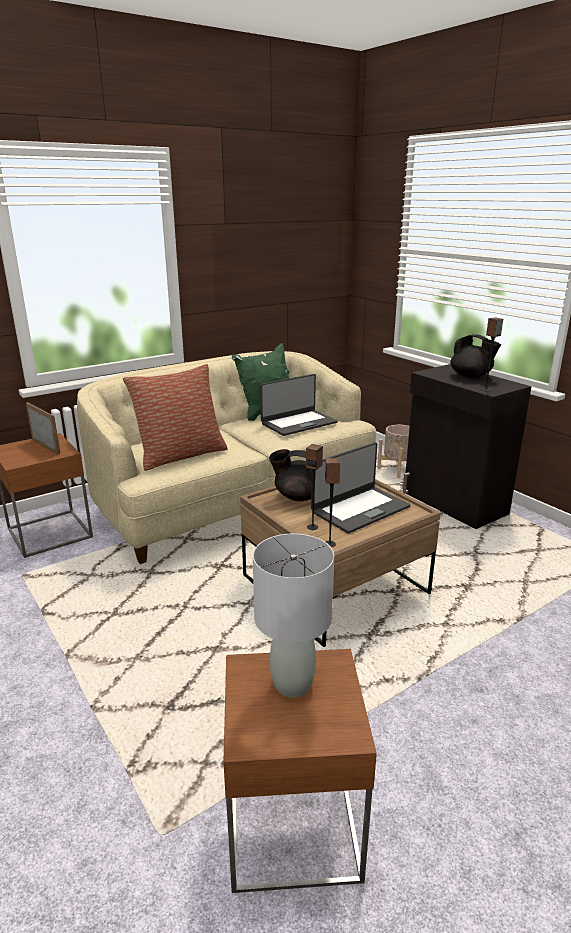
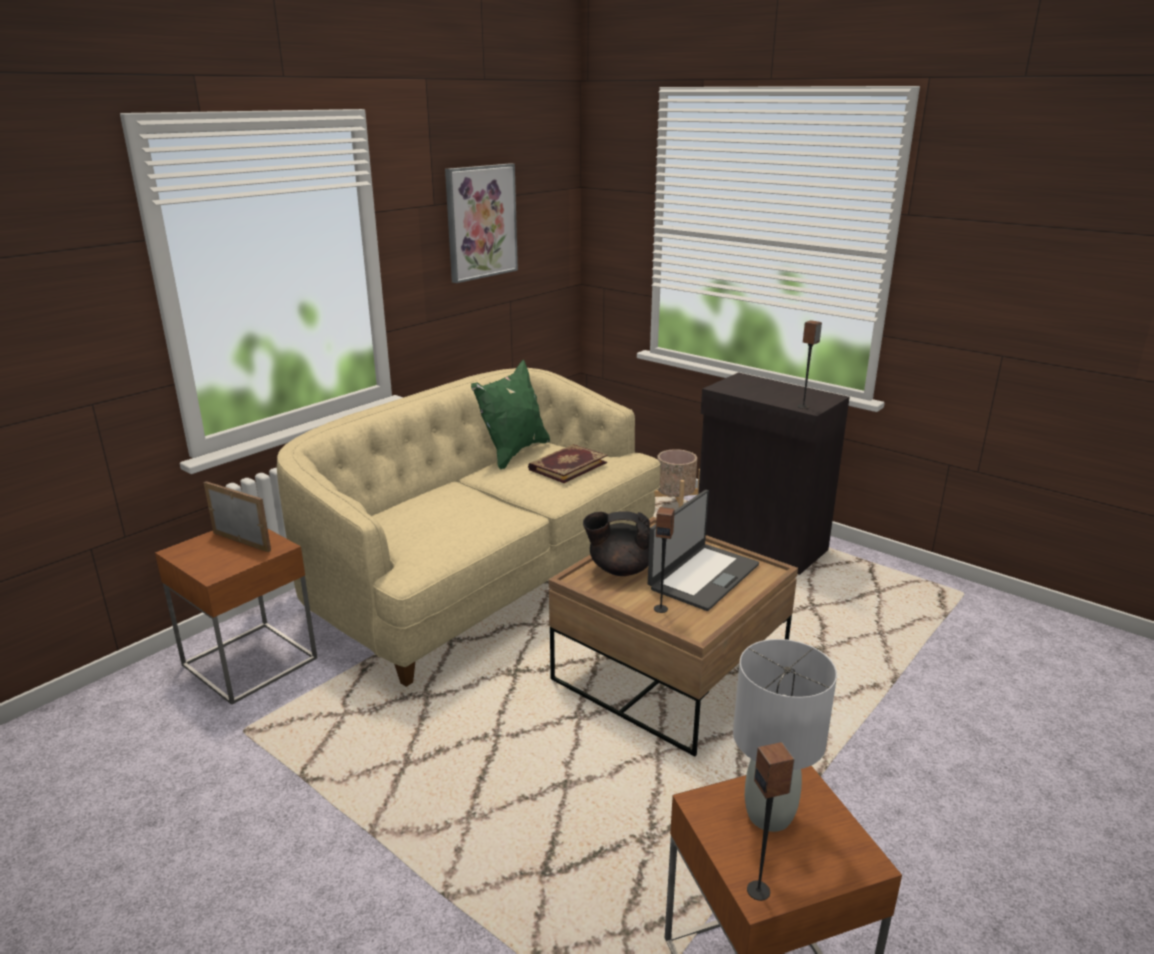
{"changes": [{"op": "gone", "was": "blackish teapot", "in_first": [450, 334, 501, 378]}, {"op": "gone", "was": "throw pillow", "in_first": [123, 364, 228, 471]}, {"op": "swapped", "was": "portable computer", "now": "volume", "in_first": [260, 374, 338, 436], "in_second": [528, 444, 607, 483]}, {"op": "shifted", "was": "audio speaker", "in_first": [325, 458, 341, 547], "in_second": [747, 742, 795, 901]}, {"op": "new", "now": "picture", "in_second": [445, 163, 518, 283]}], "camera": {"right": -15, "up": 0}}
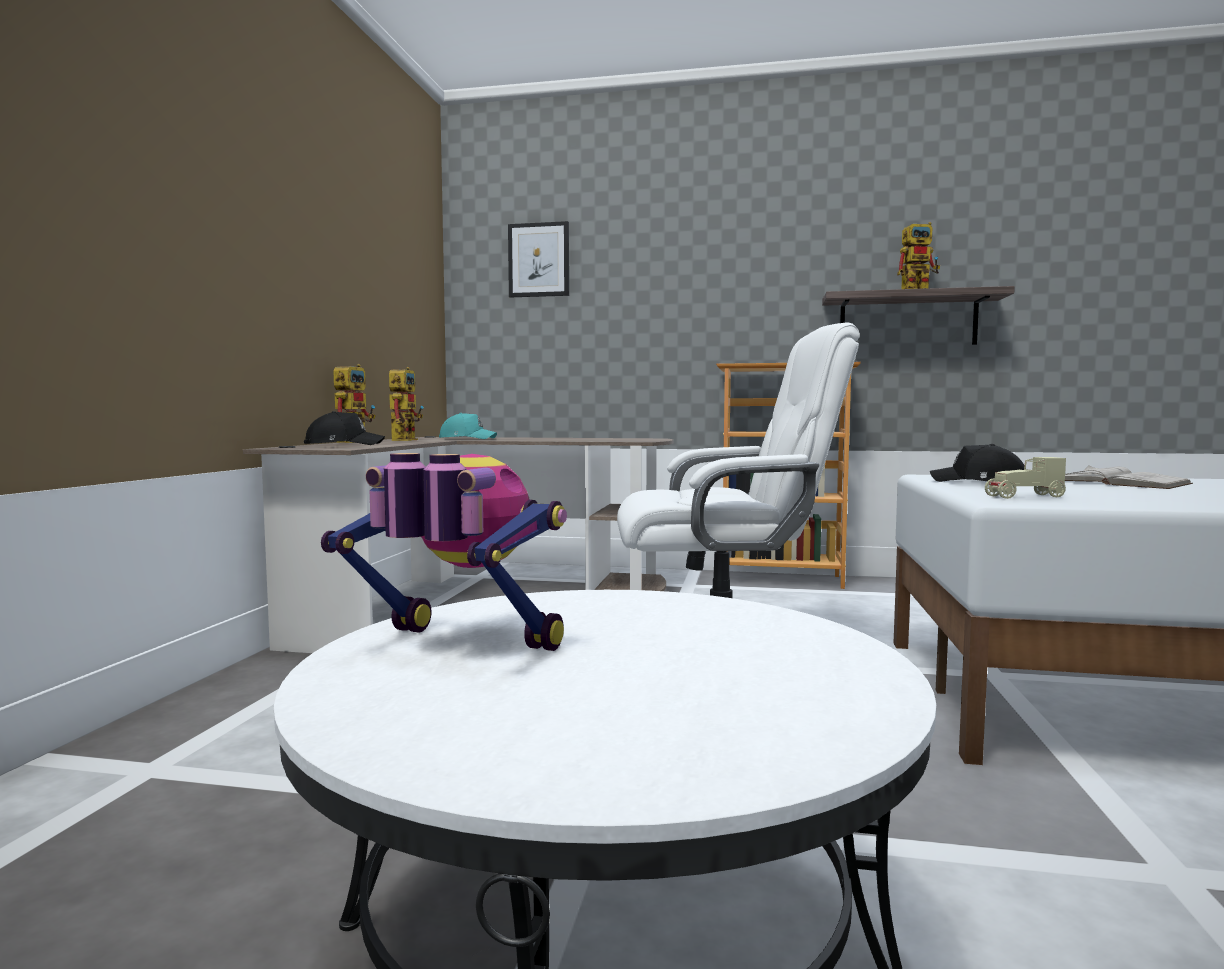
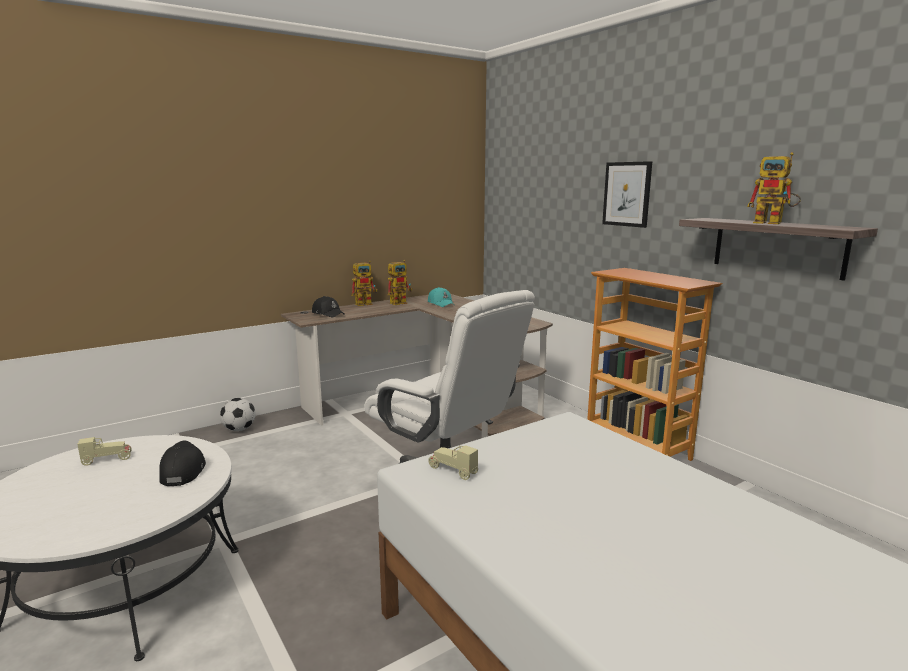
{"changes": [{"op": "shifted", "was": "picture", "in_first": [508, 221, 569, 297], "in_second": [602, 161, 652, 228]}, {"op": "shifted", "was": "blackish peaked cap", "in_first": [930, 444, 1025, 482], "in_second": [159, 440, 206, 486]}, {"op": "swapped", "was": "robot figure", "now": "sand-coloured model car", "in_first": [321, 453, 567, 651], "in_second": [77, 437, 132, 466]}, {"op": "gone", "was": "white volume", "in_first": [1065, 465, 1193, 489]}, {"op": "new", "now": "football ball", "in_second": [220, 398, 256, 431]}], "camera": {"right": 45, "up": 10}}
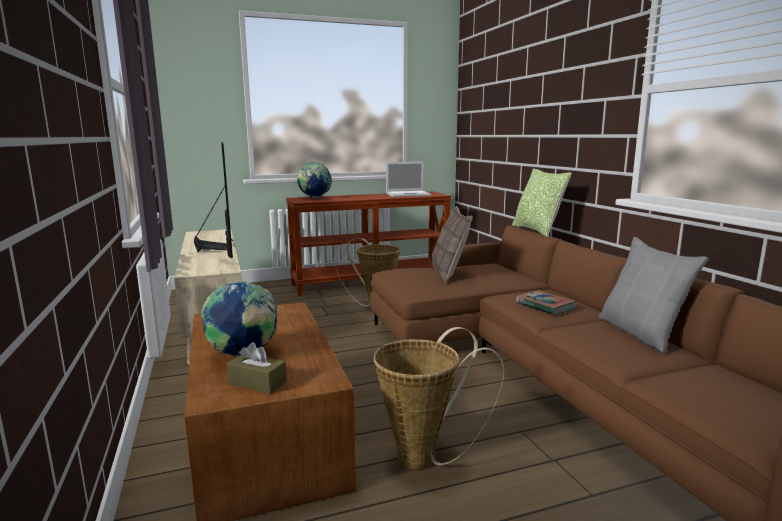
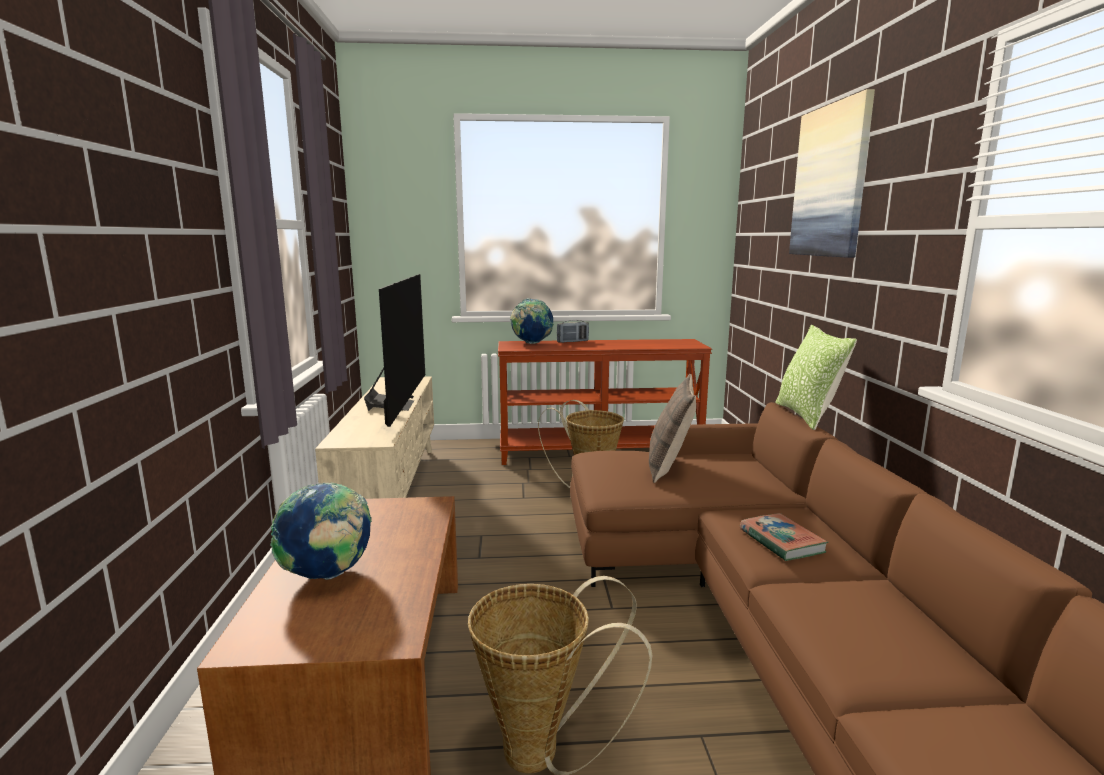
{"changes": [{"op": "gone", "was": "portable computer", "in_first": [386, 161, 432, 197]}, {"op": "gone", "was": "gray throw pillow", "in_first": [598, 237, 709, 354]}, {"op": "gone", "was": "brown-coloured tissue box", "in_first": [227, 342, 287, 394]}, {"op": "new", "now": "picture", "in_second": [789, 89, 875, 258]}, {"op": "new", "now": "radio set", "in_second": [557, 320, 589, 343]}], "camera": {"right": 15, "up": 0}}
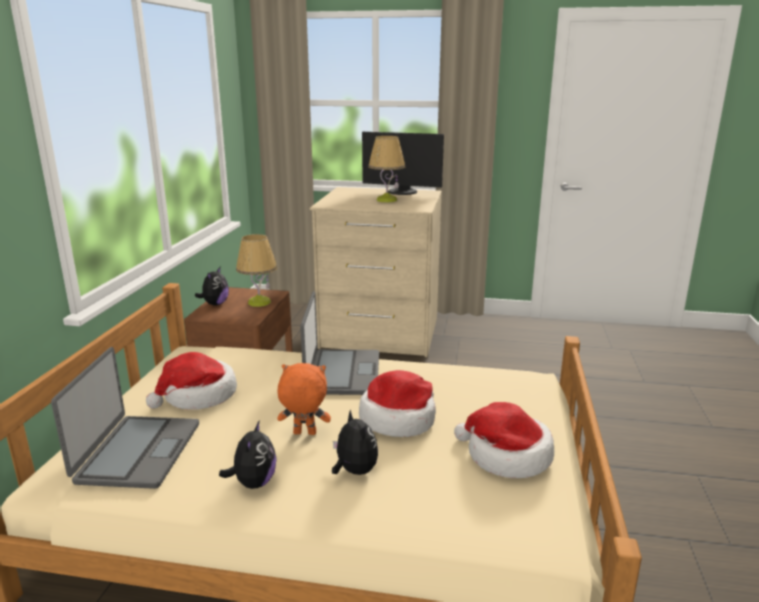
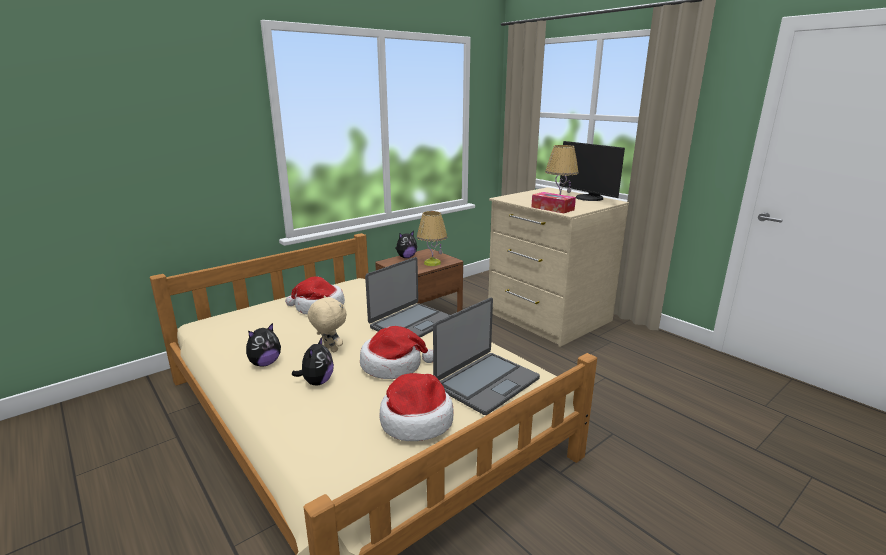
{"changes": [{"op": "shifted", "was": "portable computer", "in_first": [51, 347, 199, 489], "in_second": [433, 297, 540, 415]}, {"op": "repainted", "was": "orange-coloured cuddly toy", "now": "sand-coloured cuddly toy", "in_first": [277, 363, 331, 435], "in_second": [308, 295, 347, 352]}, {"op": "new", "now": "tissue box", "in_second": [531, 192, 576, 213]}], "camera": {"right": 40, "up": 0}}
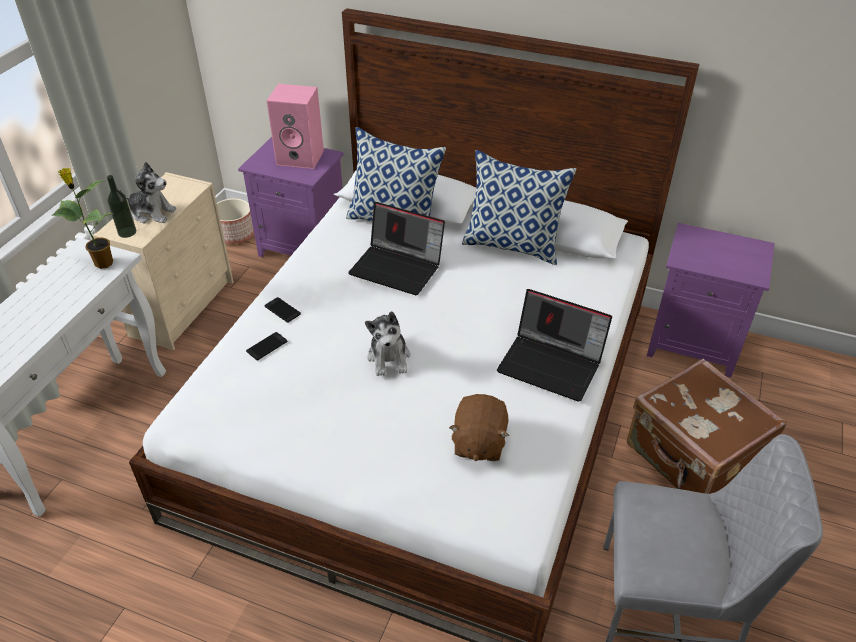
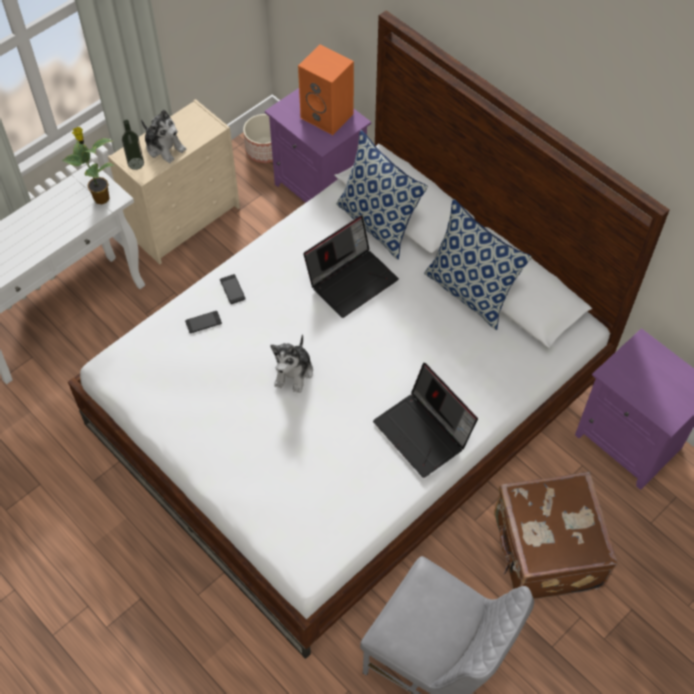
{"changes": [{"op": "repainted", "was": "pink-coloured audio speaker", "now": "orange-coloured audio speaker", "in_first": [267, 84, 324, 169], "in_second": [298, 44, 354, 135]}, {"op": "rotated", "was": "portable computer", "in_first": [348, 202, 445, 295], "in_second": [303, 216, 399, 318], "clockwise": -90}, {"op": "gone", "was": "brown-coloured cuddly toy", "in_first": [449, 394, 509, 461]}], "camera": {"right": 25, "up": 15}}
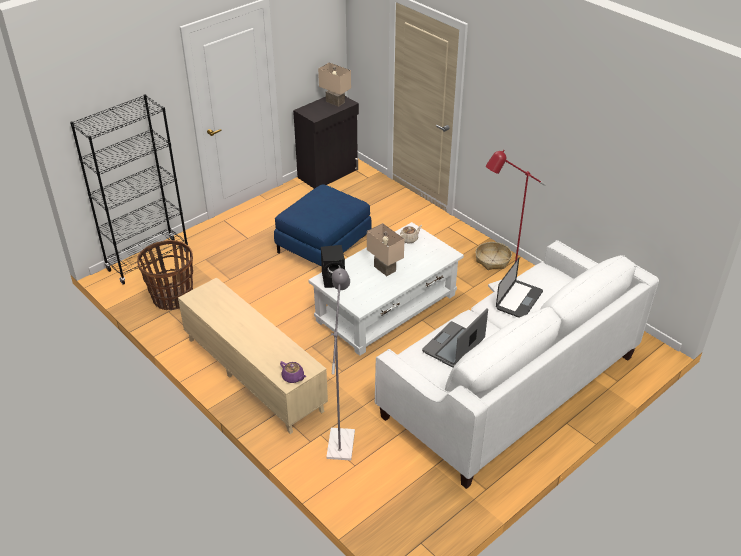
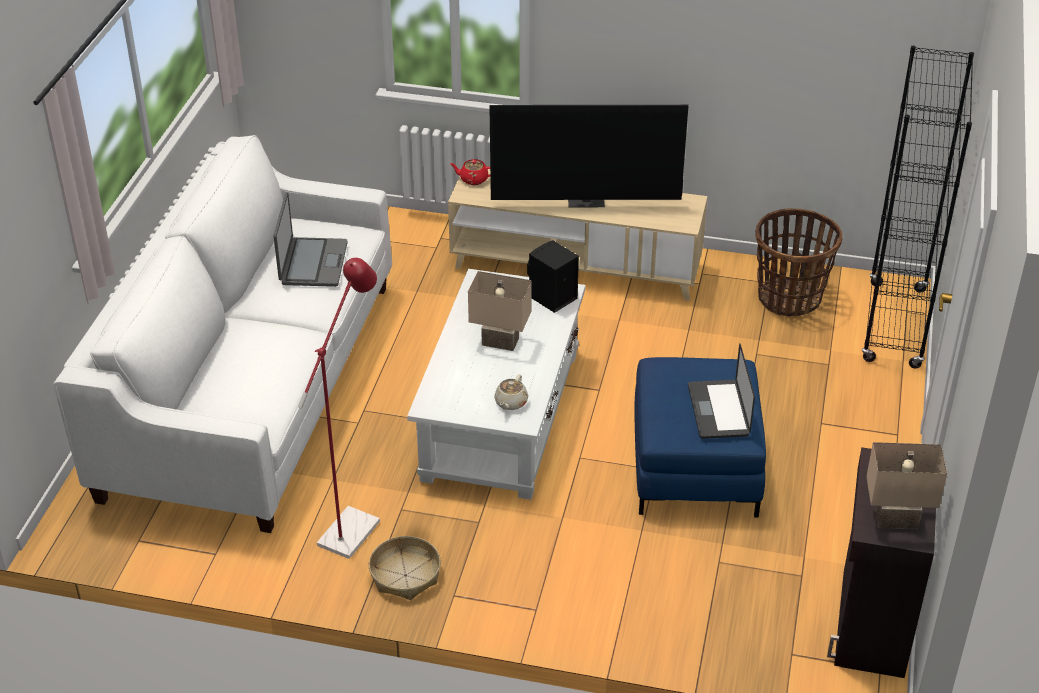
{"changes": [{"op": "shifted", "was": "portable computer", "in_first": [496, 258, 543, 318], "in_second": [688, 343, 755, 439]}, {"op": "gone", "was": "gray standard lamp", "in_first": [326, 268, 355, 460]}, {"op": "repainted", "was": "purplish teapot", "now": "red teapot", "in_first": [280, 361, 306, 383], "in_second": [450, 159, 490, 185]}, {"op": "new", "now": "television", "in_second": [489, 105, 689, 207]}], "camera": {"right": 145, "up": 0}}
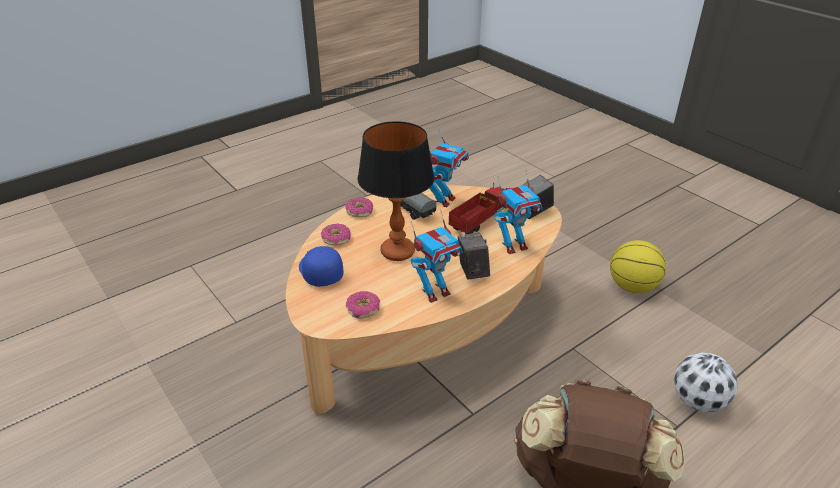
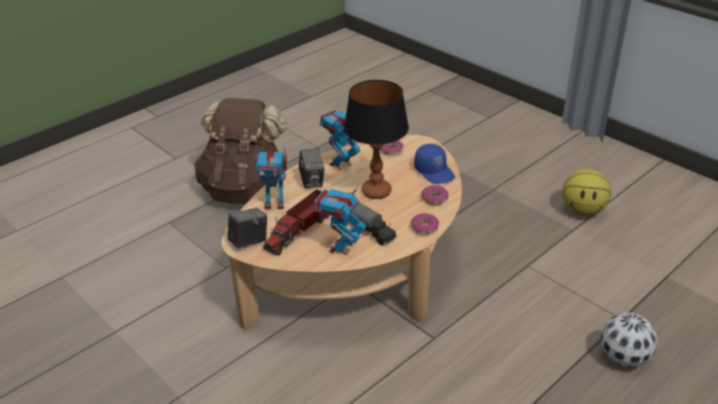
{"changes": [{"op": "rotated", "was": "robot figure", "in_first": [494, 170, 542, 254], "in_second": [255, 138, 287, 209], "clockwise": -150}, {"op": "shifted", "was": "ball for basketball", "in_first": [610, 240, 666, 293], "in_second": [562, 169, 611, 216]}, {"op": "shifted", "was": "football ball", "in_first": [674, 353, 738, 412], "in_second": [601, 313, 658, 367]}], "camera": {"right": 175, "up": 0}}
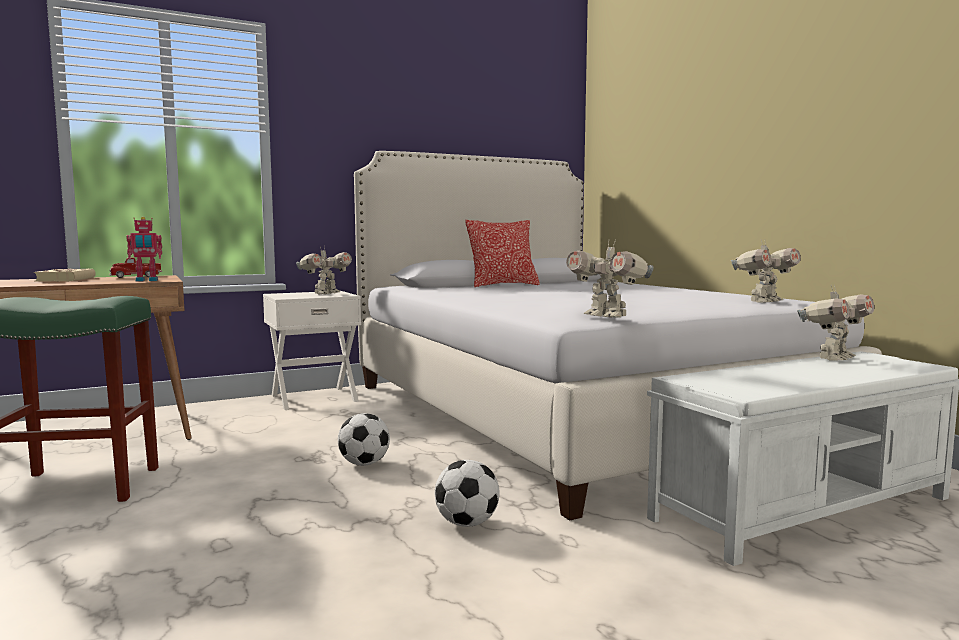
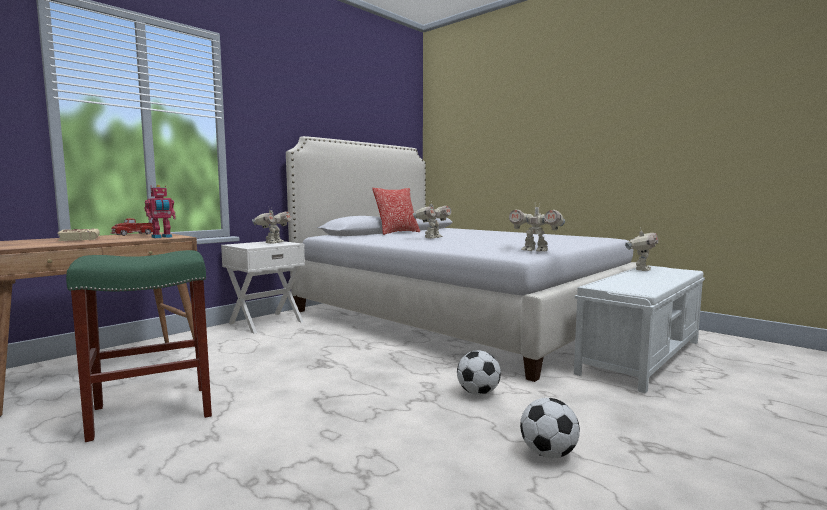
{"changes": [{"op": "shifted", "was": "robot figure", "in_first": [731, 240, 801, 303], "in_second": [413, 201, 451, 239]}, {"op": "shifted", "was": "football ball", "in_first": [338, 413, 390, 466], "in_second": [520, 398, 580, 458]}], "camera": {"right": -20, "up": 0}}
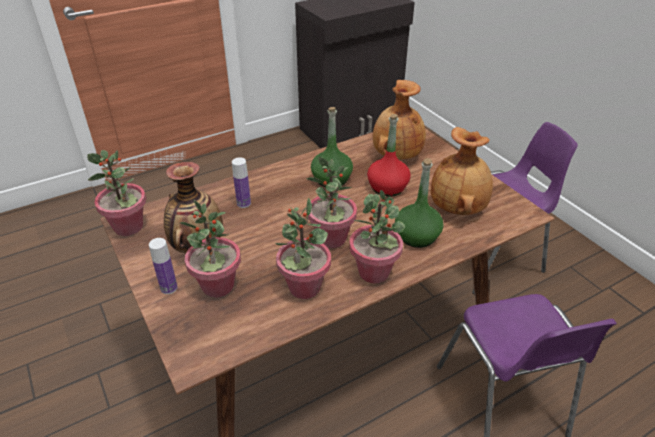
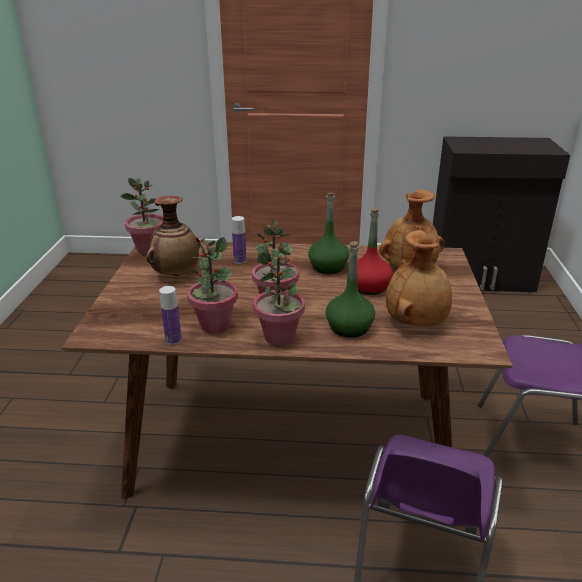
{"changes": [{"op": "gone", "was": "plant in a pot", "in_first": [180, 199, 241, 298]}, {"op": "shifted", "was": "beverage bottle", "in_first": [149, 238, 178, 294], "in_second": [159, 286, 182, 345]}], "camera": {"right": 35, "up": -10}}
